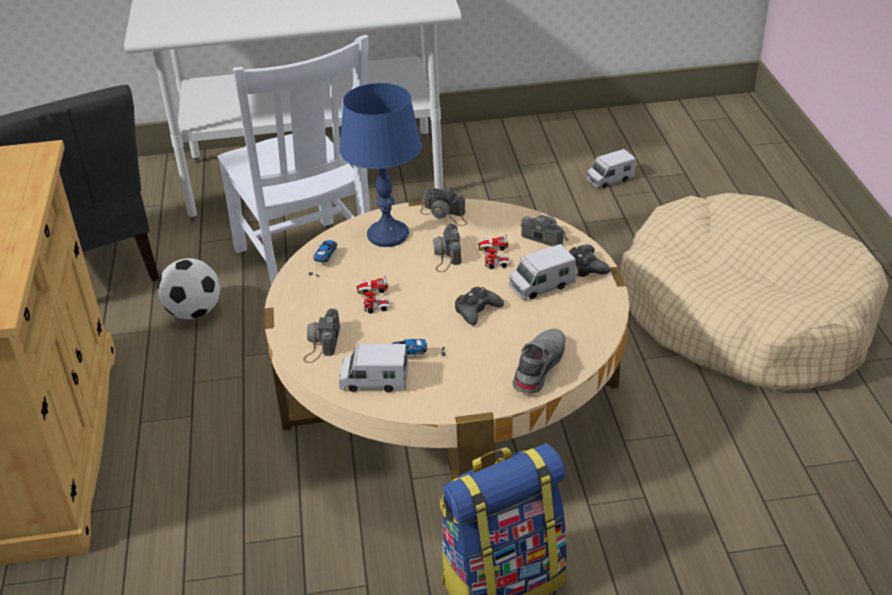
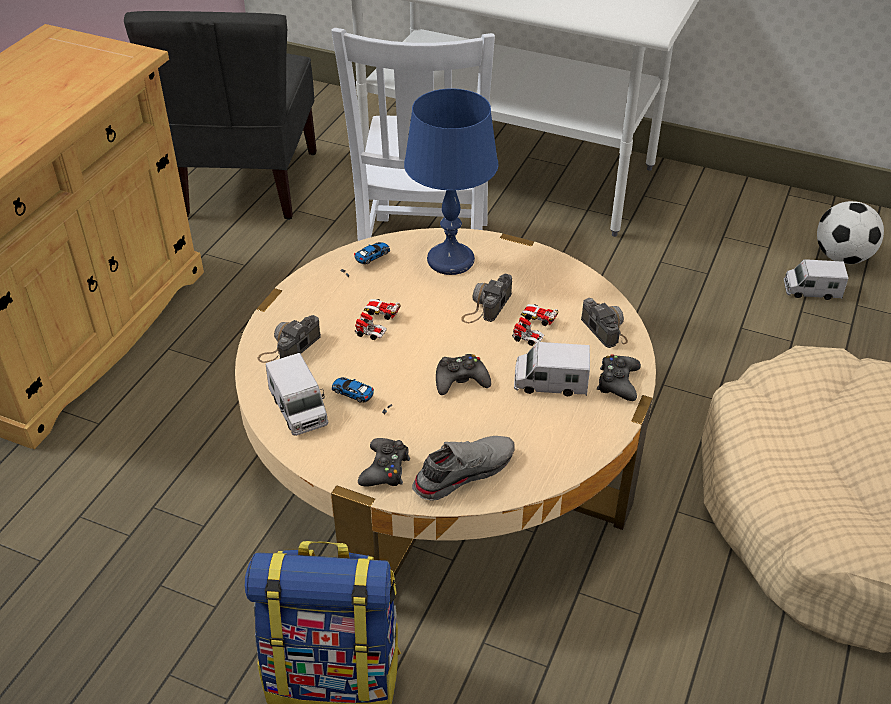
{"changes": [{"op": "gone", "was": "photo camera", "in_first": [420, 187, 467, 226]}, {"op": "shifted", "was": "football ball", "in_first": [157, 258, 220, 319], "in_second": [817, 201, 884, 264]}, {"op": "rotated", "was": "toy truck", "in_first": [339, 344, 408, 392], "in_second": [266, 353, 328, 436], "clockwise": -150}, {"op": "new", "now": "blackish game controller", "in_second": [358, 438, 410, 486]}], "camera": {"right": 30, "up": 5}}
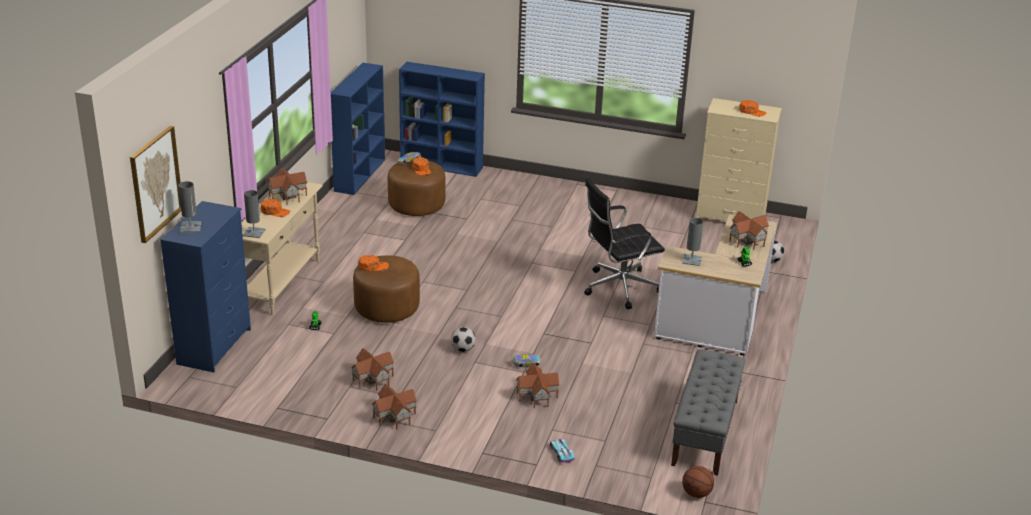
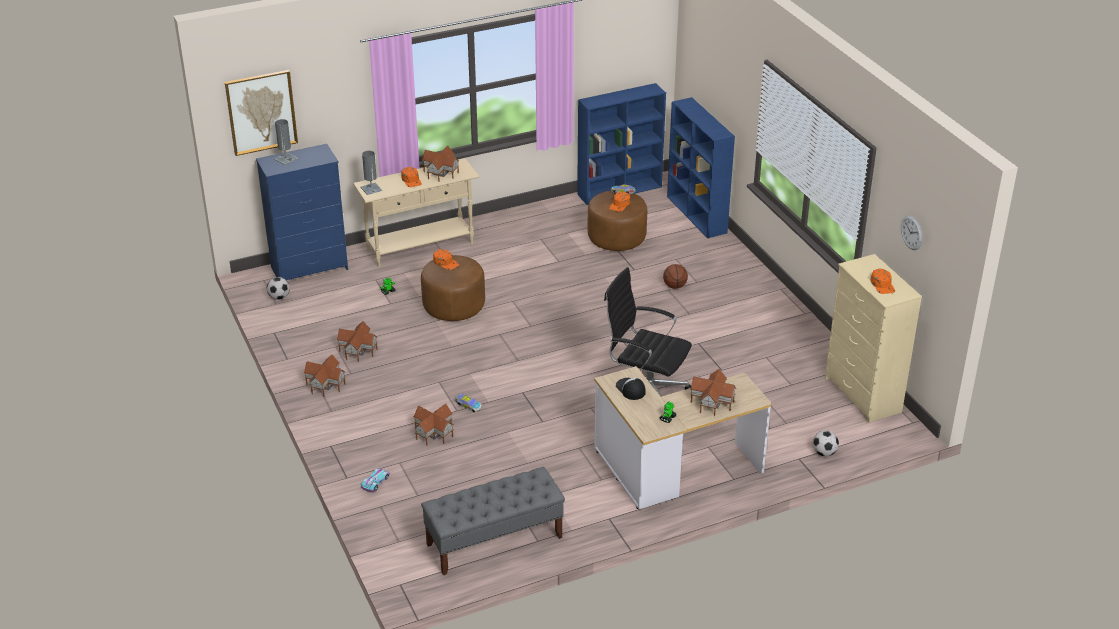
{"changes": [{"op": "swapped", "was": "gray table lamp", "now": "peaked cap", "in_first": [682, 218, 703, 266], "in_second": [616, 378, 646, 400]}, {"op": "shifted", "was": "football ball", "in_first": [451, 327, 476, 352], "in_second": [267, 277, 290, 300]}, {"op": "shifted", "was": "ball for basketball", "in_first": [682, 466, 714, 498], "in_second": [663, 264, 688, 289]}, {"op": "new", "now": "clock on the wall", "in_second": [901, 215, 923, 250]}], "camera": {"right": 50, "up": 5}}
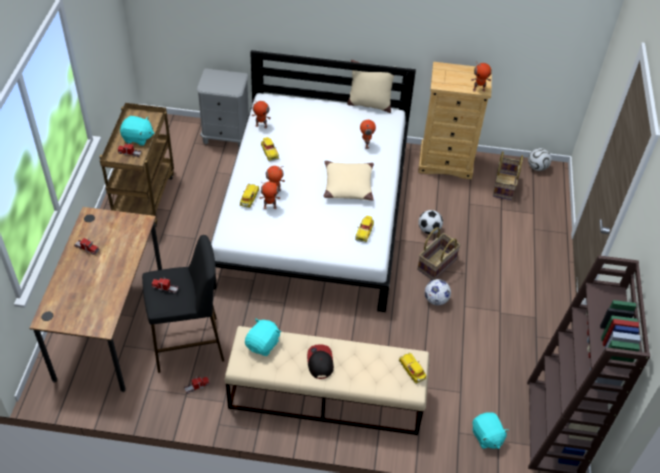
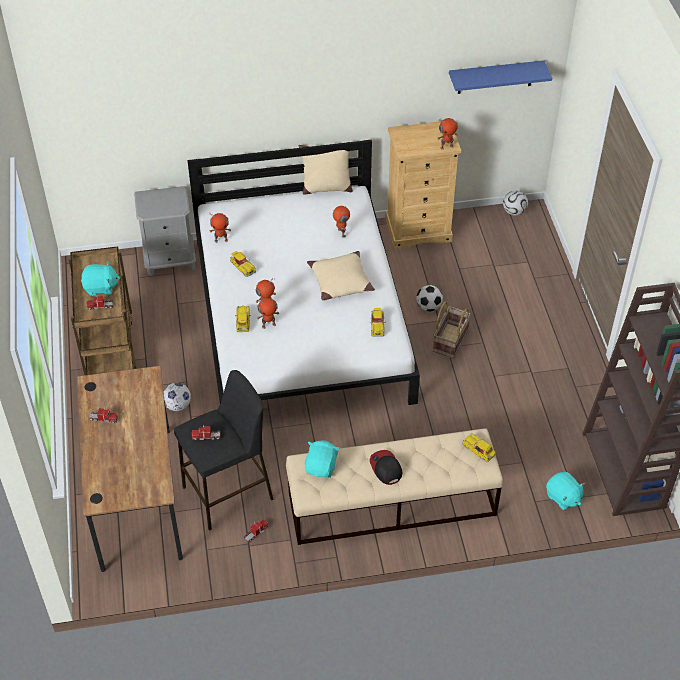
{"changes": [{"op": "gone", "was": "storage basket", "in_first": [493, 151, 523, 200]}, {"op": "shifted", "was": "football ball", "in_first": [425, 279, 451, 305], "in_second": [163, 383, 191, 411]}, {"op": "new", "now": "blue bracket shelf", "in_second": [449, 60, 552, 94]}], "camera": {"right": -15, "up": 0}}
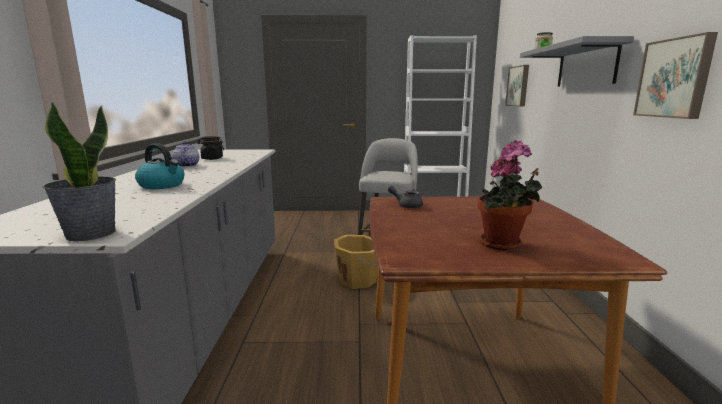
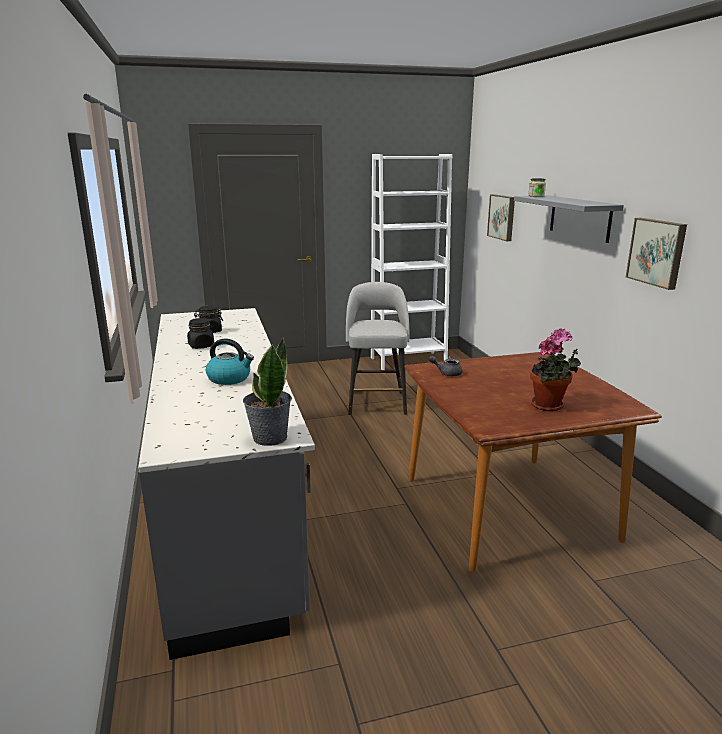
{"changes": [{"op": "swapped", "was": "teapot", "now": "blackish jar", "in_first": [172, 141, 199, 167], "in_second": [187, 318, 214, 349]}, {"op": "gone", "was": "orange-coloured bucket", "in_first": [334, 235, 378, 289]}], "camera": {"right": -15, "up": 5}}
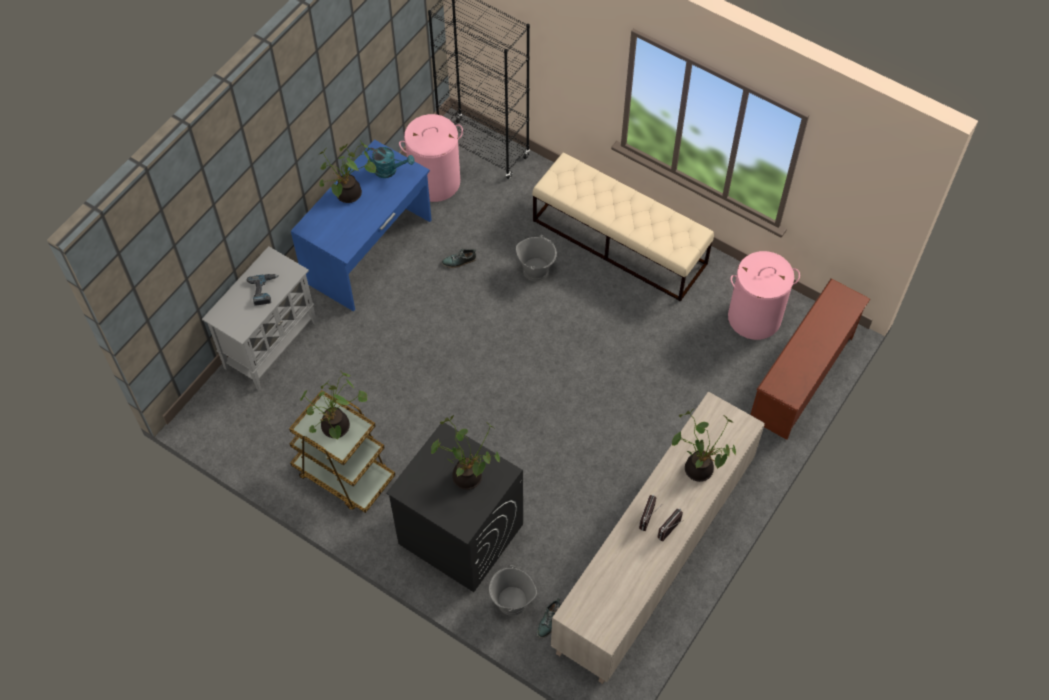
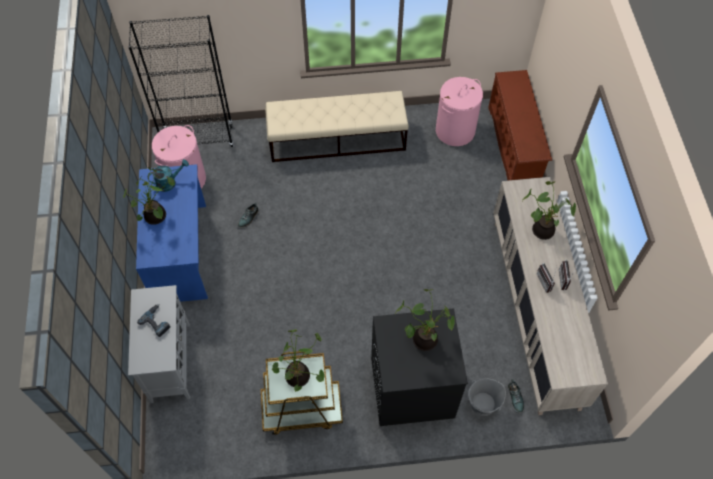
{"changes": [{"op": "gone", "was": "gray bucket", "in_first": [516, 235, 557, 282]}], "camera": {"right": -40, "up": 0}}
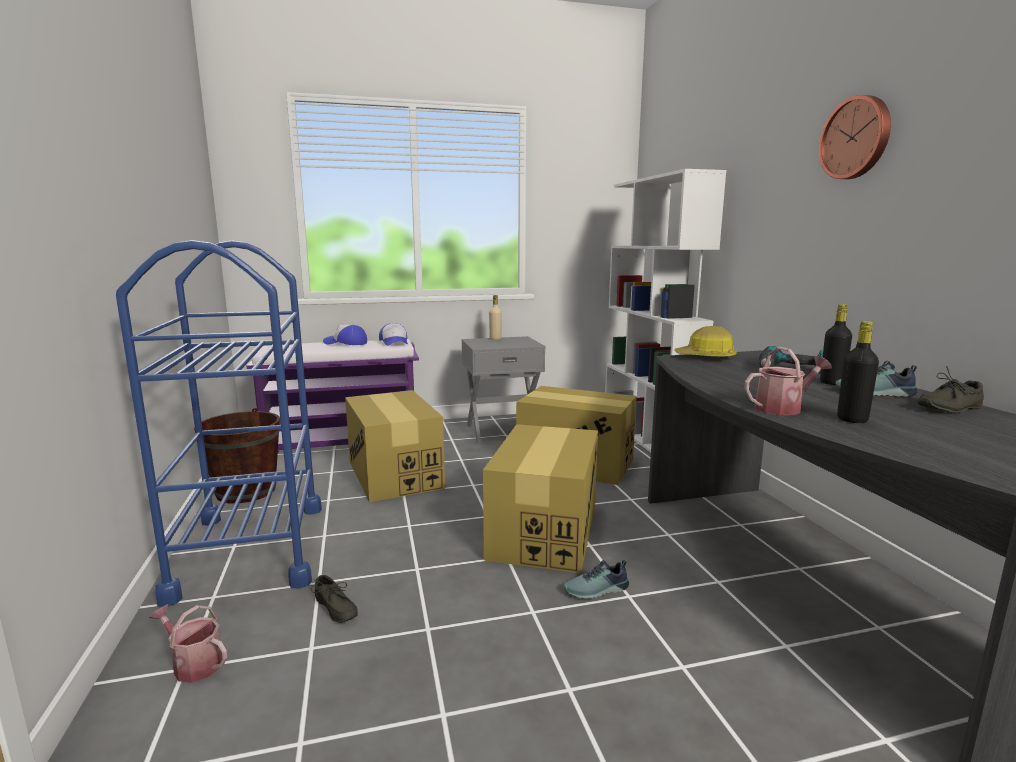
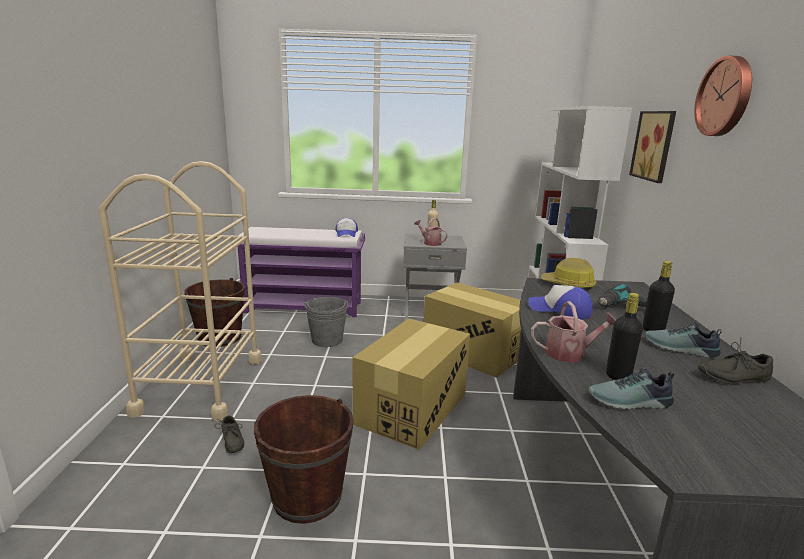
{"changes": [{"op": "repainted", "was": "blue wheeled cart", "now": "sand-coloured wheeled cart", "in_first": [116, 240, 322, 607], "in_second": [99, 161, 262, 421]}, {"op": "shifted", "was": "peaked cap", "in_first": [323, 325, 367, 345], "in_second": [528, 285, 593, 319]}, {"op": "swapped", "was": "cardboard box", "now": "gray bucket", "in_first": [345, 390, 445, 502], "in_second": [304, 297, 349, 347]}, {"op": "shifted", "was": "shoe", "in_first": [563, 560, 629, 599], "in_second": [588, 367, 674, 409]}, {"op": "shifted", "was": "watering can", "in_first": [149, 604, 227, 683], "in_second": [414, 218, 448, 246]}, {"op": "new", "now": "picture", "in_second": [629, 111, 676, 183]}, {"op": "new", "now": "brown-coloured bucket", "in_second": [254, 395, 354, 524]}], "camera": {"right": 15, "up": 5}}
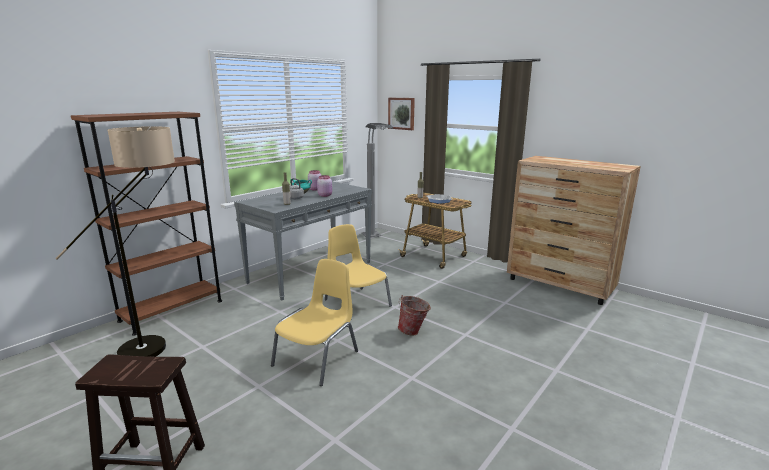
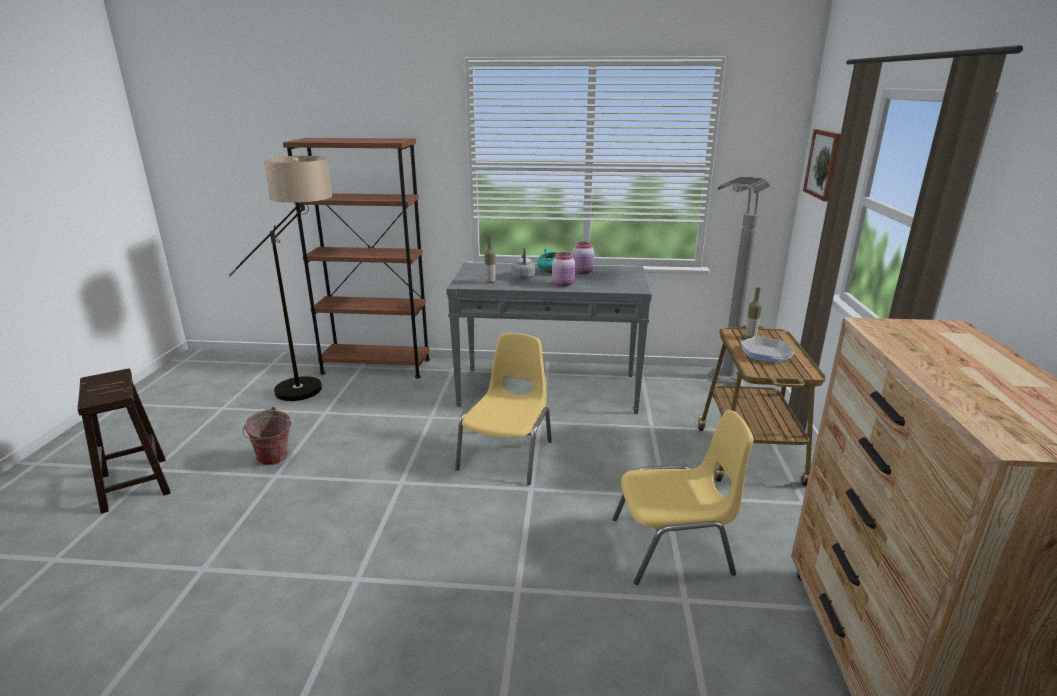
{"changes": [{"op": "shifted", "was": "yellow-coloured plain chair", "in_first": [271, 259, 358, 386], "in_second": [613, 410, 754, 585]}, {"op": "shifted", "was": "bucket", "in_first": [398, 295, 431, 336], "in_second": [242, 407, 291, 465]}], "camera": {"right": 55, "up": 5}}
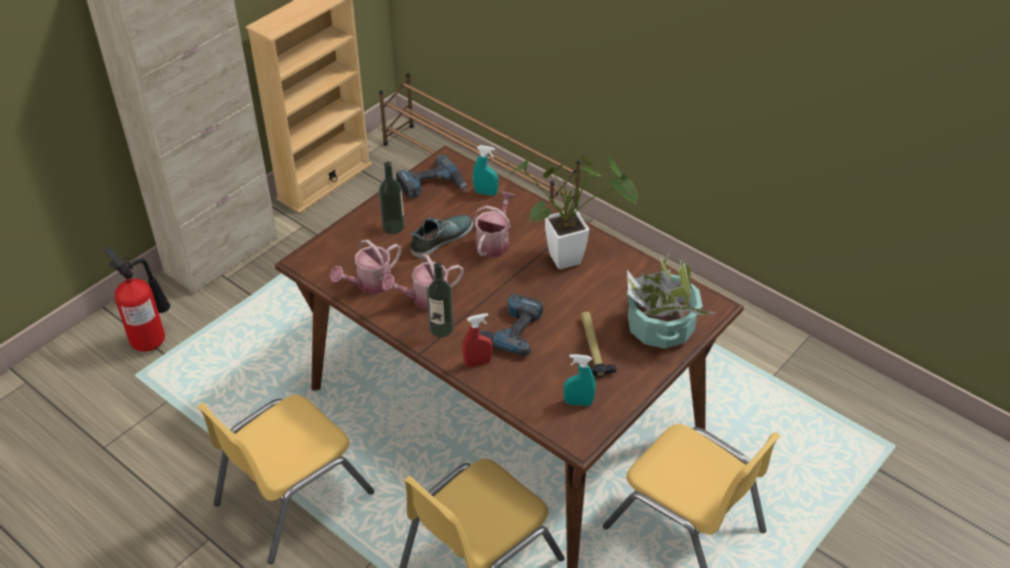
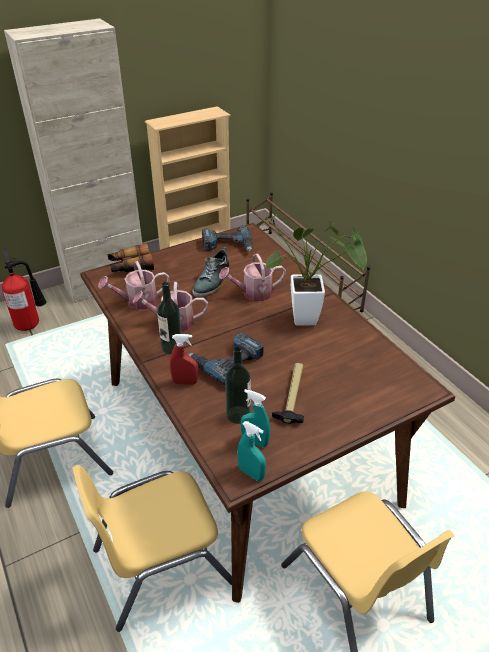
{"changes": [{"op": "shifted", "was": "turquoise-coloured spray bottle", "in_first": [473, 145, 498, 196], "in_second": [237, 421, 266, 481]}, {"op": "shifted", "was": "beverage bottle", "in_first": [379, 161, 404, 234], "in_second": [225, 346, 251, 424]}, {"op": "rotated", "was": "watering can", "in_first": [474, 191, 515, 258], "in_second": [219, 254, 286, 301], "clockwise": -150}, {"op": "rotated", "was": "shoe", "in_first": [410, 215, 474, 258], "in_second": [192, 247, 230, 297], "clockwise": 135}, {"op": "gone", "was": "plant in a pot", "in_first": [627, 252, 716, 349]}, {"op": "new", "now": "field glasses", "in_second": [108, 243, 154, 273]}], "camera": {"right": 20, "up": -5}}
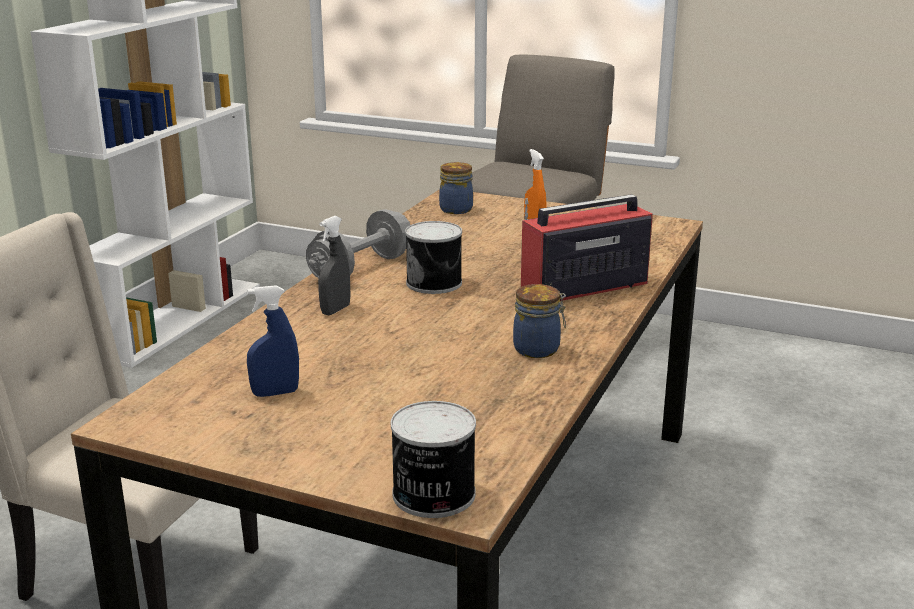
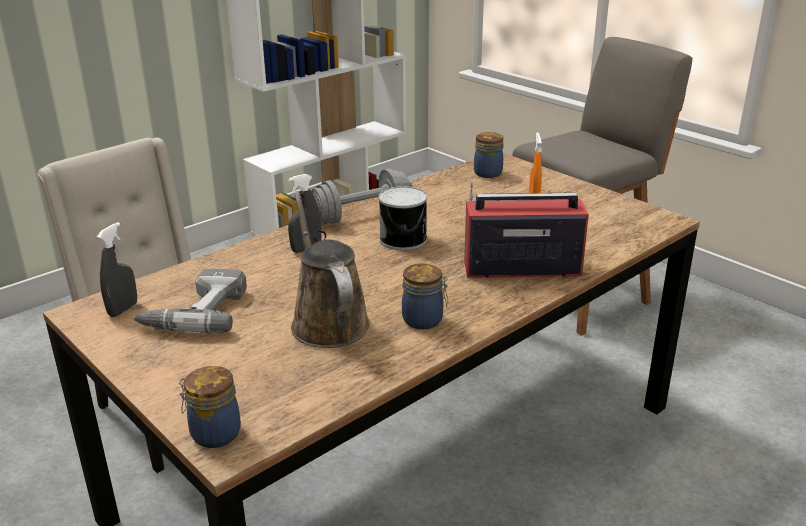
{"changes": [{"op": "swapped", "was": "blue spray bottle", "now": "drill", "in_first": [247, 285, 299, 397], "in_second": [133, 269, 247, 334]}, {"op": "swapped", "was": "can", "now": "jar", "in_first": [391, 401, 476, 518], "in_second": [179, 366, 241, 448]}, {"op": "new", "now": "brown-coloured watering can", "in_second": [291, 191, 370, 348]}, {"op": "new", "now": "gray spray bottle", "in_second": [97, 222, 137, 317]}], "camera": {"right": 25, "up": 5}}
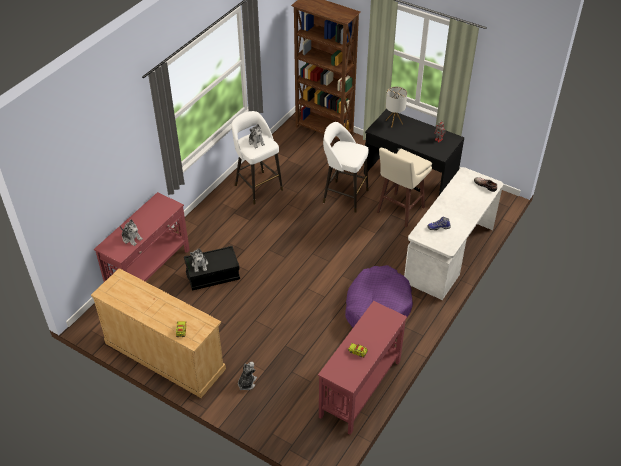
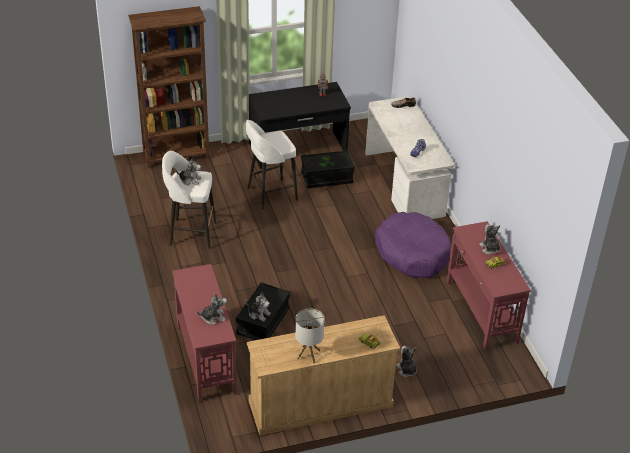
{"changes": [{"op": "shifted", "was": "table lamp", "in_first": [386, 87, 407, 128], "in_second": [295, 308, 325, 363]}, {"op": "swapped", "was": "sand-coloured stool", "now": "blackish storage bin", "in_first": [377, 147, 432, 227], "in_second": [301, 150, 355, 188]}, {"op": "new", "now": "cuddly toy", "in_second": [479, 224, 500, 255]}], "camera": {"right": -50, "up": -5}}
